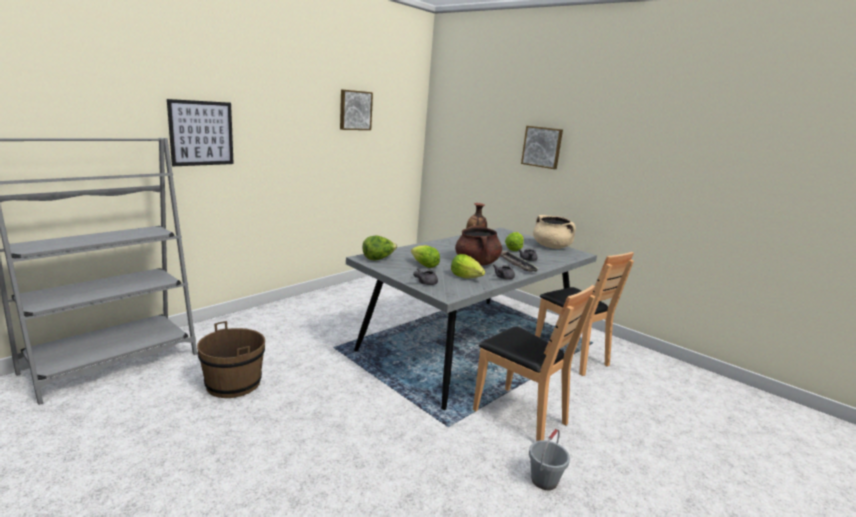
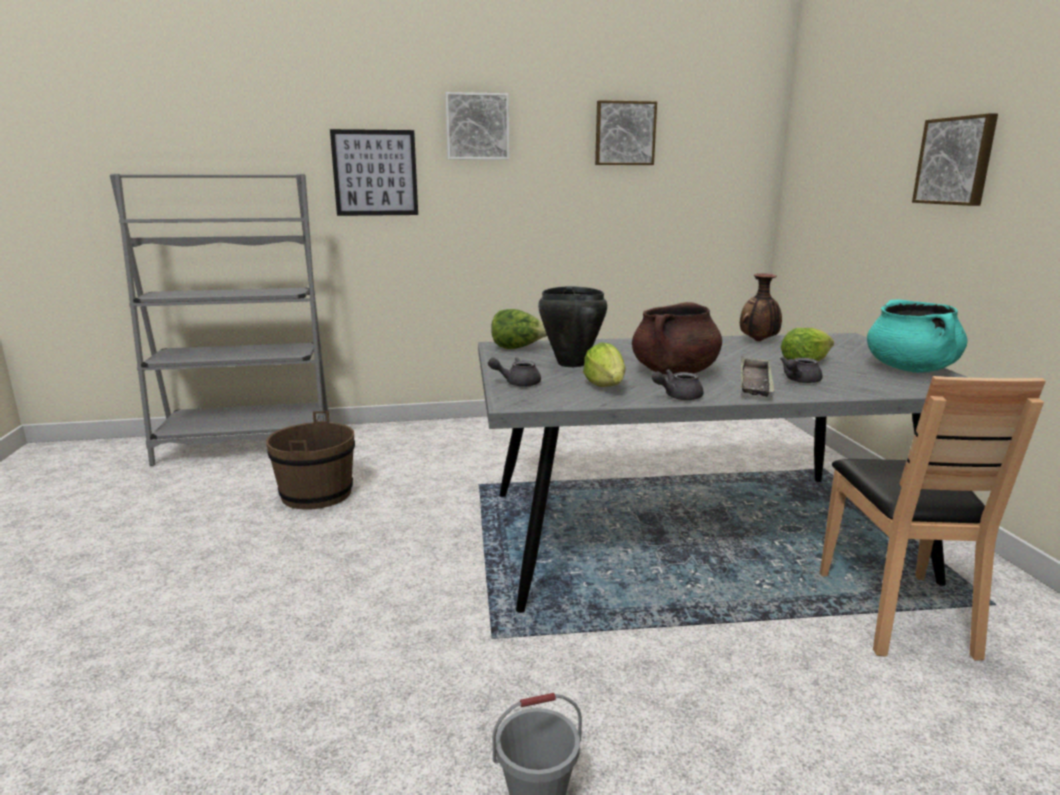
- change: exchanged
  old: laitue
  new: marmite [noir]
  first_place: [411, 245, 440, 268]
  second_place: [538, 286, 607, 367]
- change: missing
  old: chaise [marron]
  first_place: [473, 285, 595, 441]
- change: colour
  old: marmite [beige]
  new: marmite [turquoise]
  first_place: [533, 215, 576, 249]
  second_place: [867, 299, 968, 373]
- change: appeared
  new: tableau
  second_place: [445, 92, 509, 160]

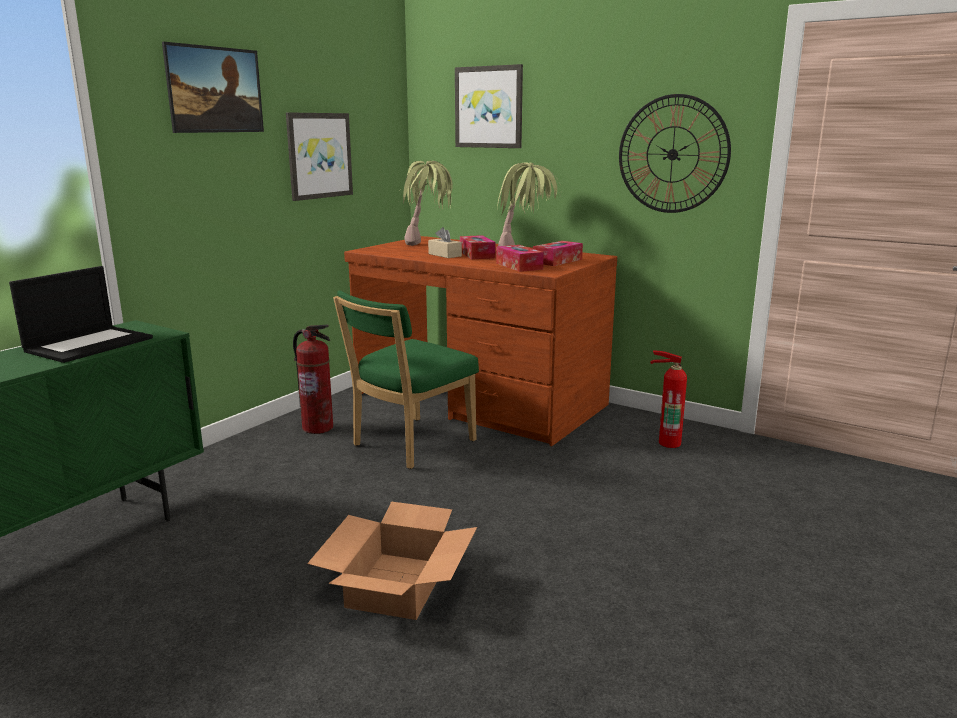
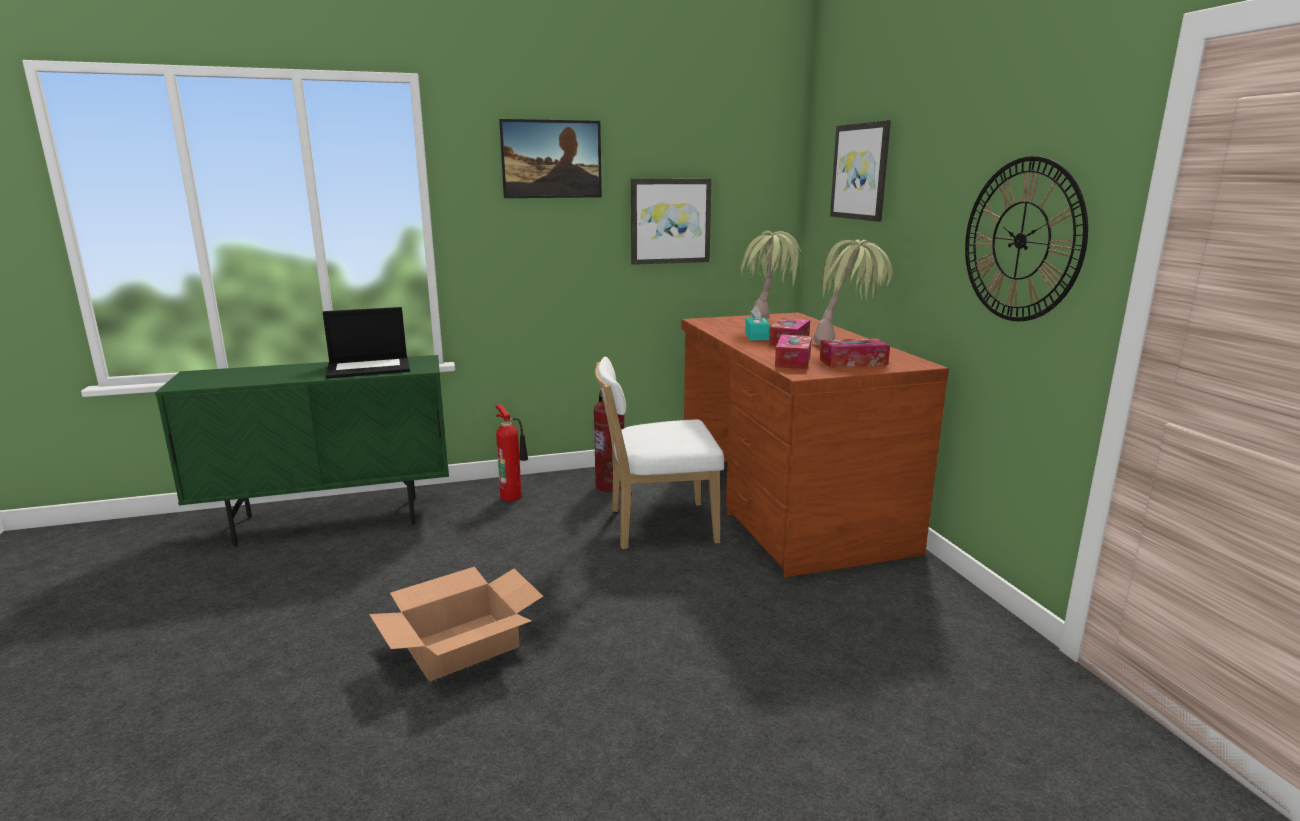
- change: colour
  old: chaise [vert]
  new: chaise [blanc]
  first_place: [333, 290, 479, 469]
  second_place: [595, 357, 724, 549]
- change: colour
  old: boîte à mouchoirs [beige]
  new: boîte à mouchoirs [turquoise]
  first_place: [428, 227, 462, 258]
  second_place: [745, 306, 770, 340]
- change: relocated
  old: extincteur
  first_place: [650, 350, 687, 448]
  second_place: [496, 404, 528, 501]

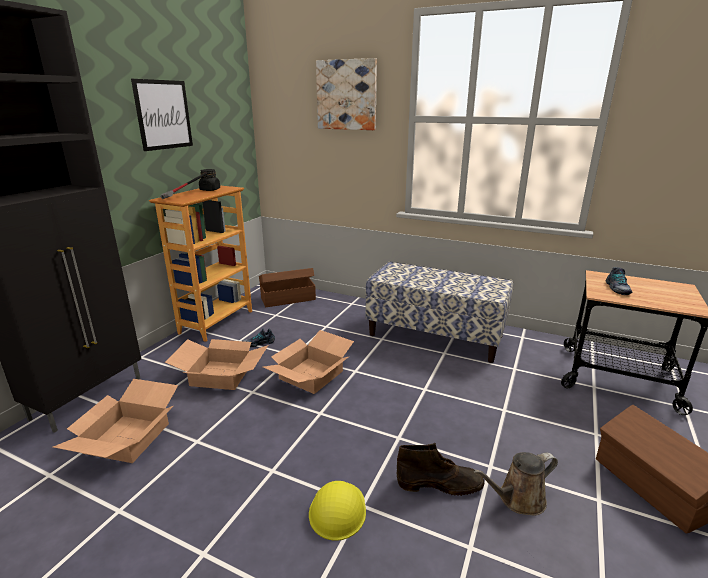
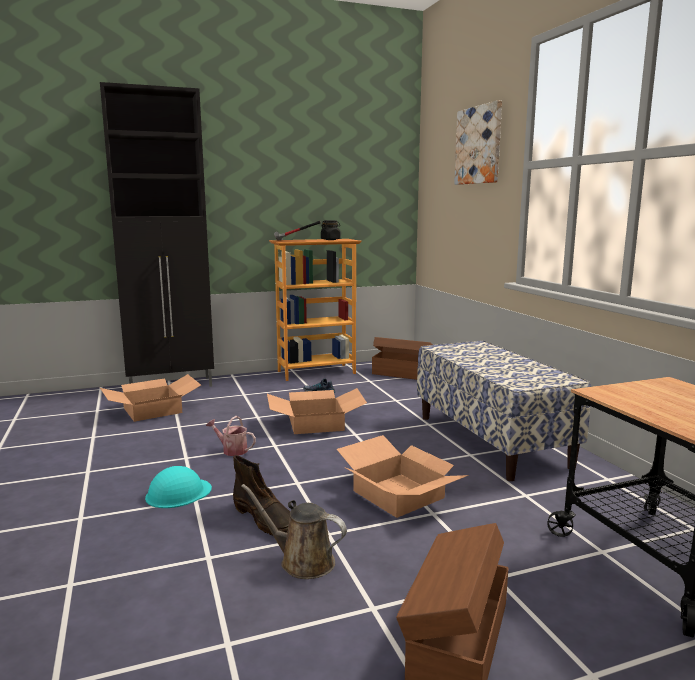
- change: missing
  old: tableau
  first_place: [131, 79, 193, 151]
- change: relocated
  old: carton
  first_place: [165, 339, 268, 390]
  second_place: [337, 435, 469, 518]
- change: colour
  old: casque de chantier [jaune]
  new: casque de chantier [turquoise]
  first_place: [309, 481, 366, 541]
  second_place: [145, 466, 212, 508]
- change: missing
  old: chaussure
  first_place: [606, 267, 632, 295]
- change: appeared
  new: arrosoir
  second_place: [206, 416, 256, 456]

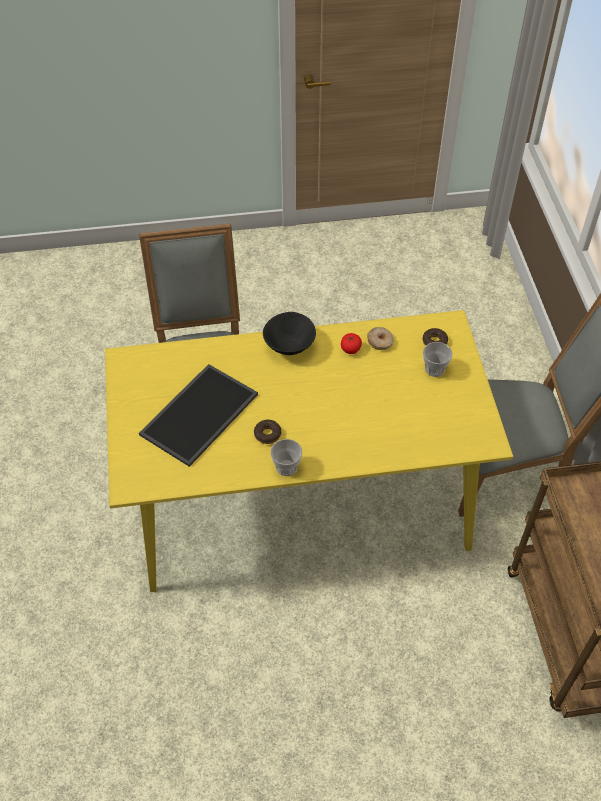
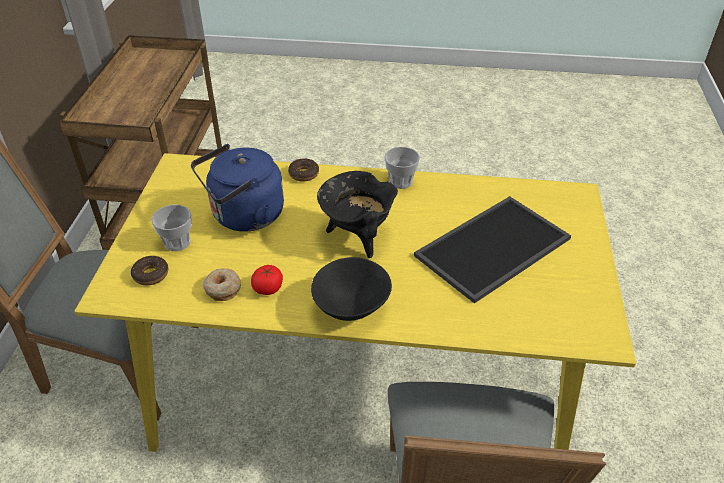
- change: relocated
  old: beignet
  first_place: [254, 420, 281, 444]
  second_place: [288, 158, 319, 182]
- change: appeared
  new: bouilloire [bleu]
  second_place: [191, 144, 284, 232]
- change: appeared
  new: marmite [noir]
  second_place: [317, 171, 398, 258]

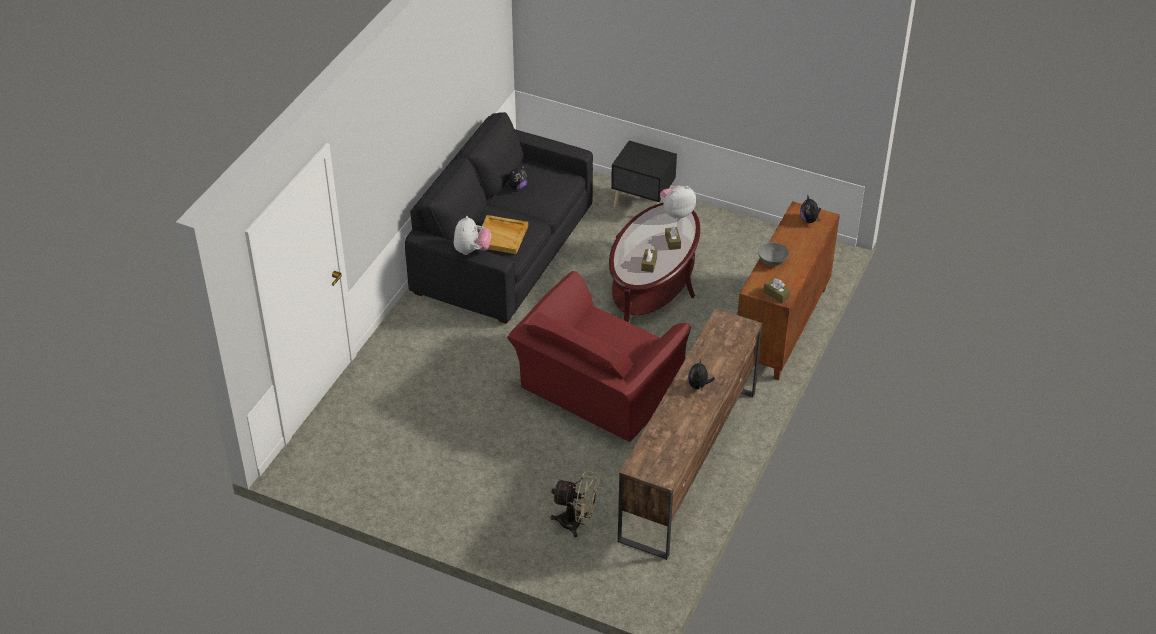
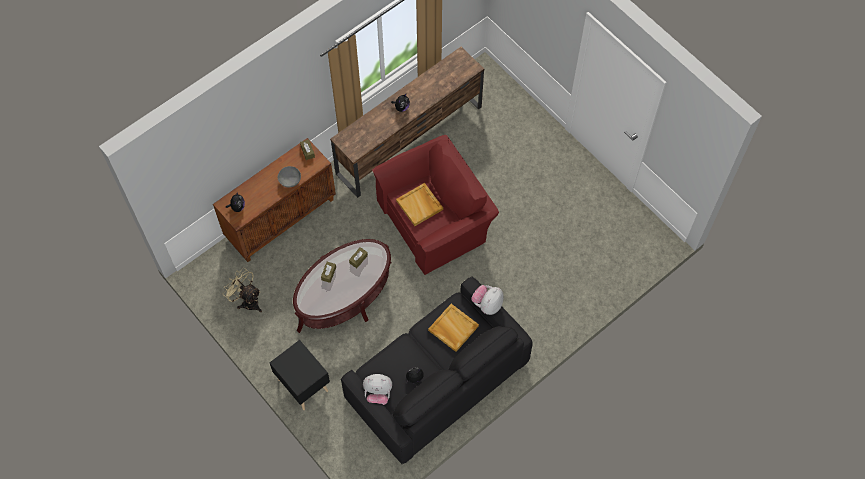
- change: relocated
  old: ventilateur [beige]
  first_place: [550, 471, 600, 538]
  second_place: [223, 268, 262, 312]
- change: relocated
  old: peluche
  first_place: [660, 185, 696, 219]
  second_place: [363, 374, 392, 405]
- change: appeared
  new: plateau [beige]
  second_place: [396, 183, 443, 226]

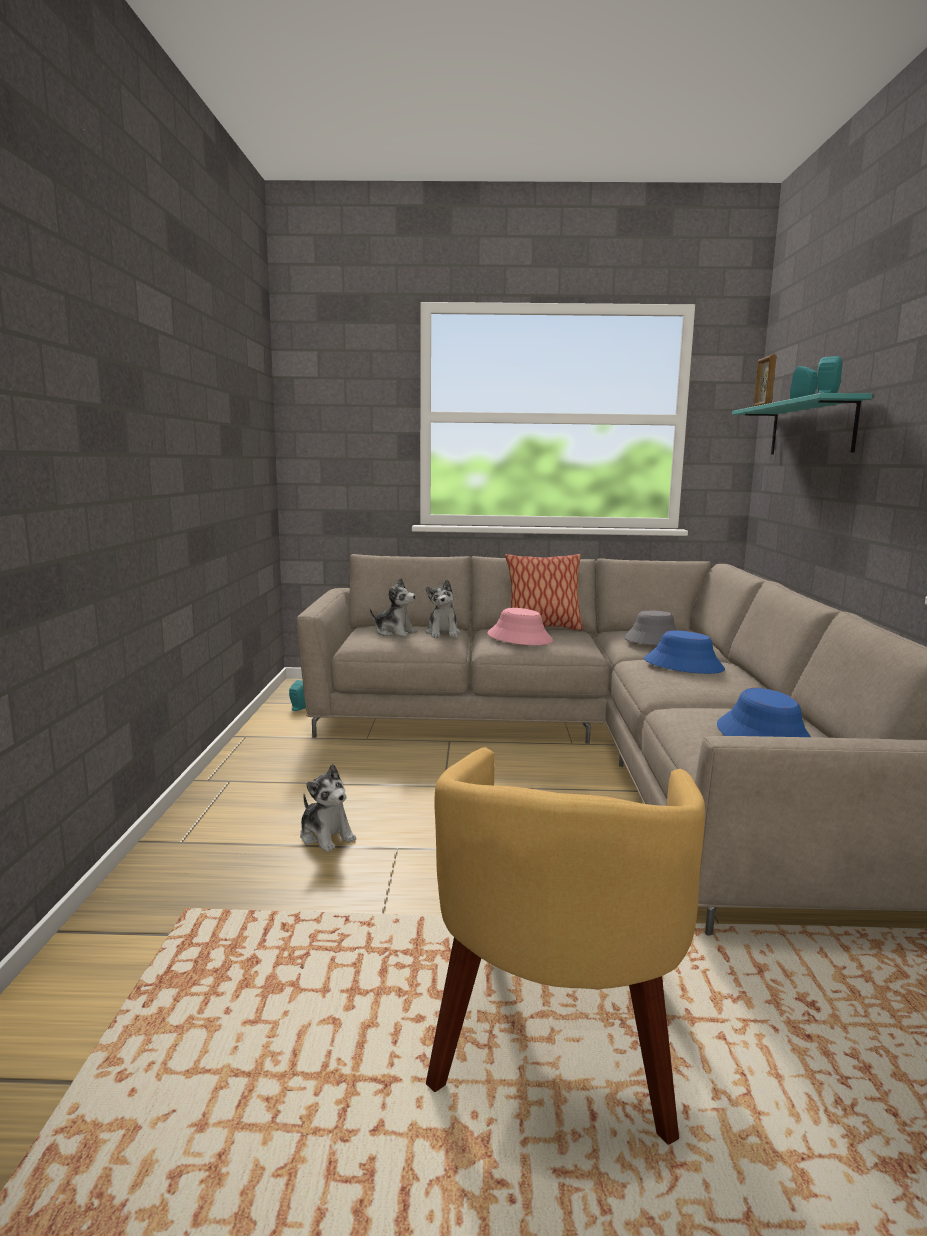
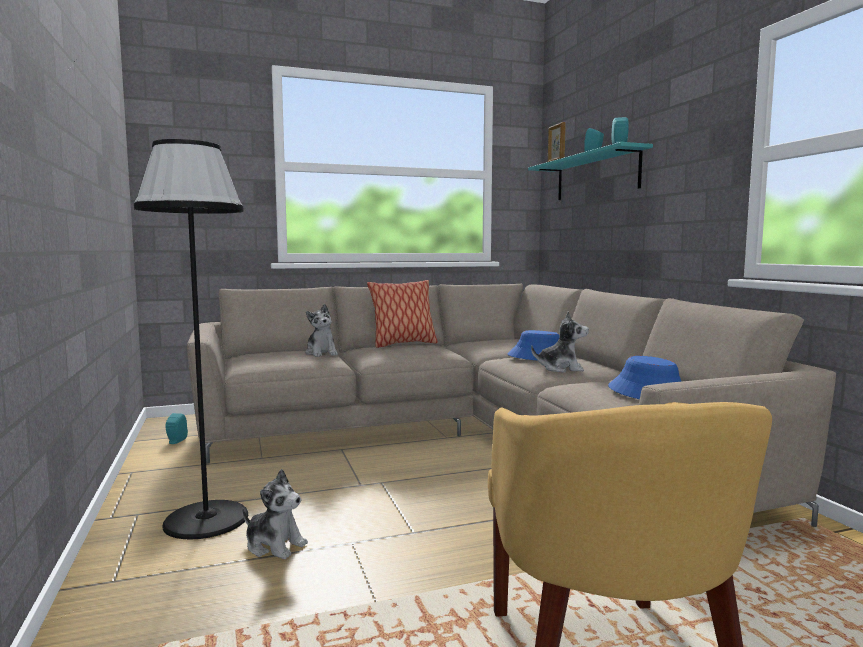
- change: relocated
  old: peluche
  first_place: [370, 578, 417, 637]
  second_place: [531, 311, 589, 373]
- change: missing
  old: chapeau [rose]
  first_place: [487, 608, 553, 645]
- change: missing
  old: chapeau [gris]
  first_place: [624, 611, 676, 645]
- change: appeared
  new: lampadaire [noir]
  second_place: [134, 139, 248, 540]

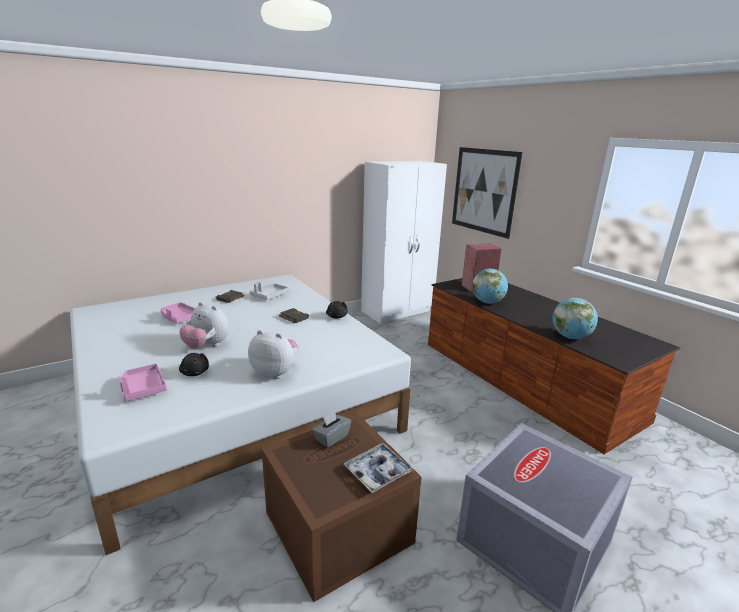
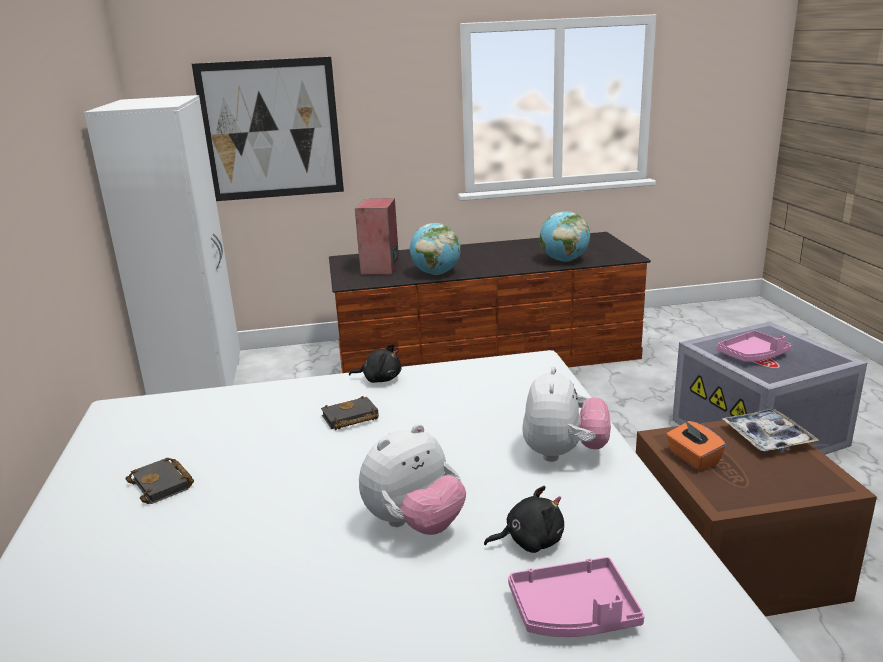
- change: relocated
  old: plateau [rose]
  first_place: [161, 302, 195, 323]
  second_place: [716, 331, 791, 362]
- change: spun
  old: peluche
  first_place: [248, 330, 298, 379]
  second_place: [523, 366, 611, 462]
  degrees: 150
- change: missing
  old: plateau [gris]
  first_place: [249, 282, 289, 300]
- change: colour
  old: boîte à mouchoirs [gris]
  new: boîte à mouchoirs [orange]
  first_place: [312, 411, 351, 448]
  second_place: [666, 420, 726, 471]

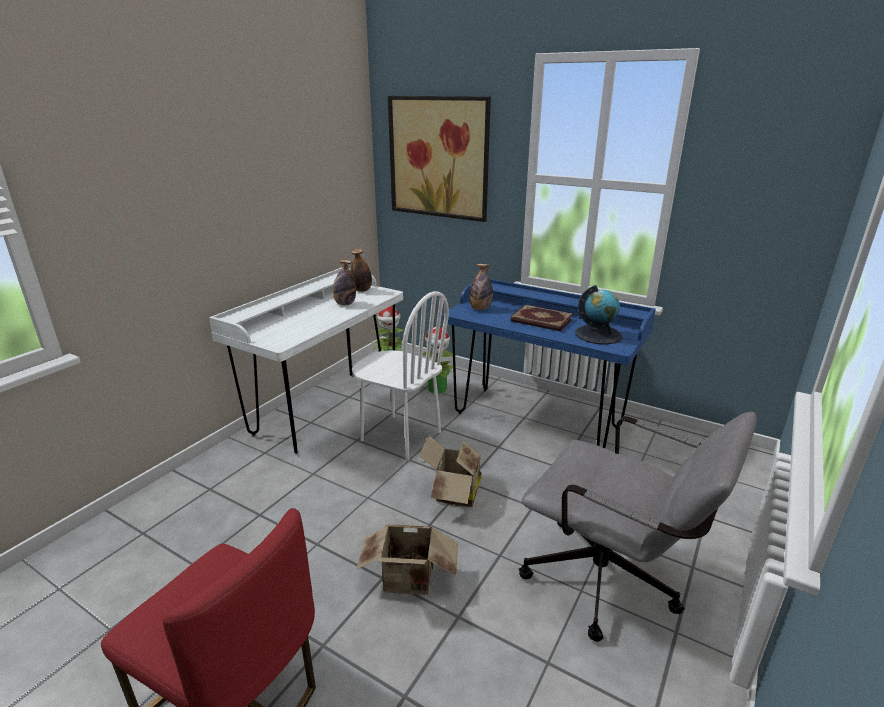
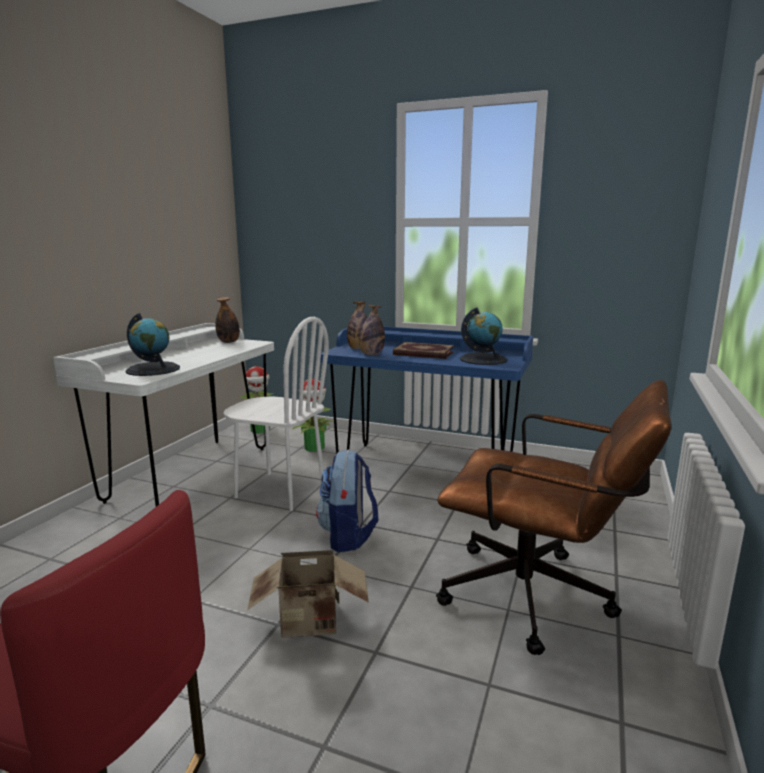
- change: relocated
  old: bouteille
  first_place: [333, 260, 356, 305]
  second_place: [359, 305, 385, 355]
- change: missing
  old: tableau
  first_place: [388, 96, 491, 222]
- change: exchanged
  old: carton
  new: sac à dos
  first_place: [419, 435, 482, 507]
  second_place: [316, 449, 379, 552]
- change: colour
  old: chaise de bureau [gris]
  new: chaise de bureau [marron]
  first_place: [519, 412, 757, 642]
  second_place: [436, 380, 671, 655]
- change: appeared
  new: globe
  second_place: [125, 313, 180, 376]

